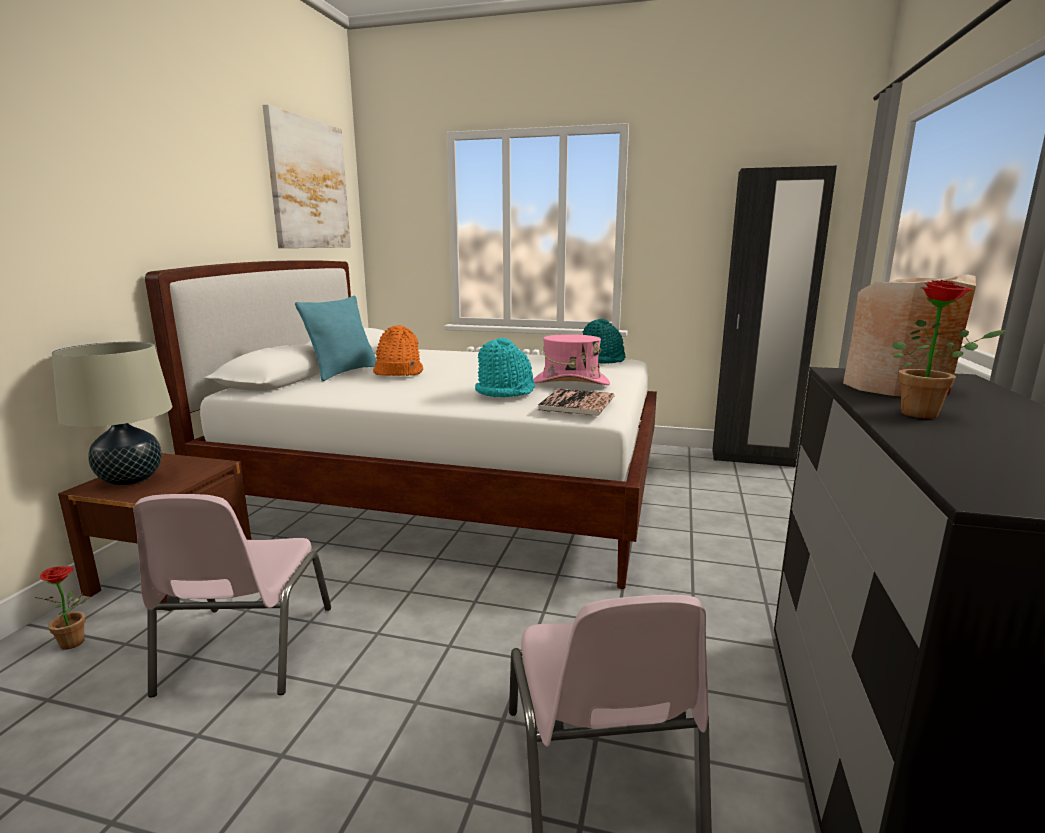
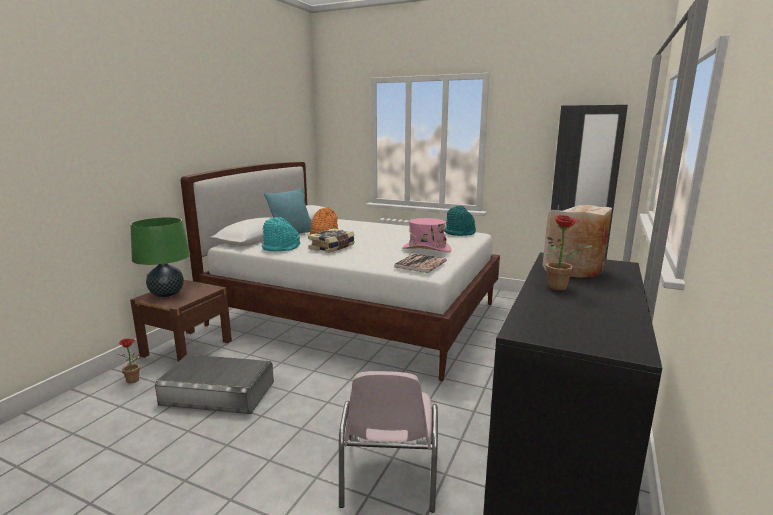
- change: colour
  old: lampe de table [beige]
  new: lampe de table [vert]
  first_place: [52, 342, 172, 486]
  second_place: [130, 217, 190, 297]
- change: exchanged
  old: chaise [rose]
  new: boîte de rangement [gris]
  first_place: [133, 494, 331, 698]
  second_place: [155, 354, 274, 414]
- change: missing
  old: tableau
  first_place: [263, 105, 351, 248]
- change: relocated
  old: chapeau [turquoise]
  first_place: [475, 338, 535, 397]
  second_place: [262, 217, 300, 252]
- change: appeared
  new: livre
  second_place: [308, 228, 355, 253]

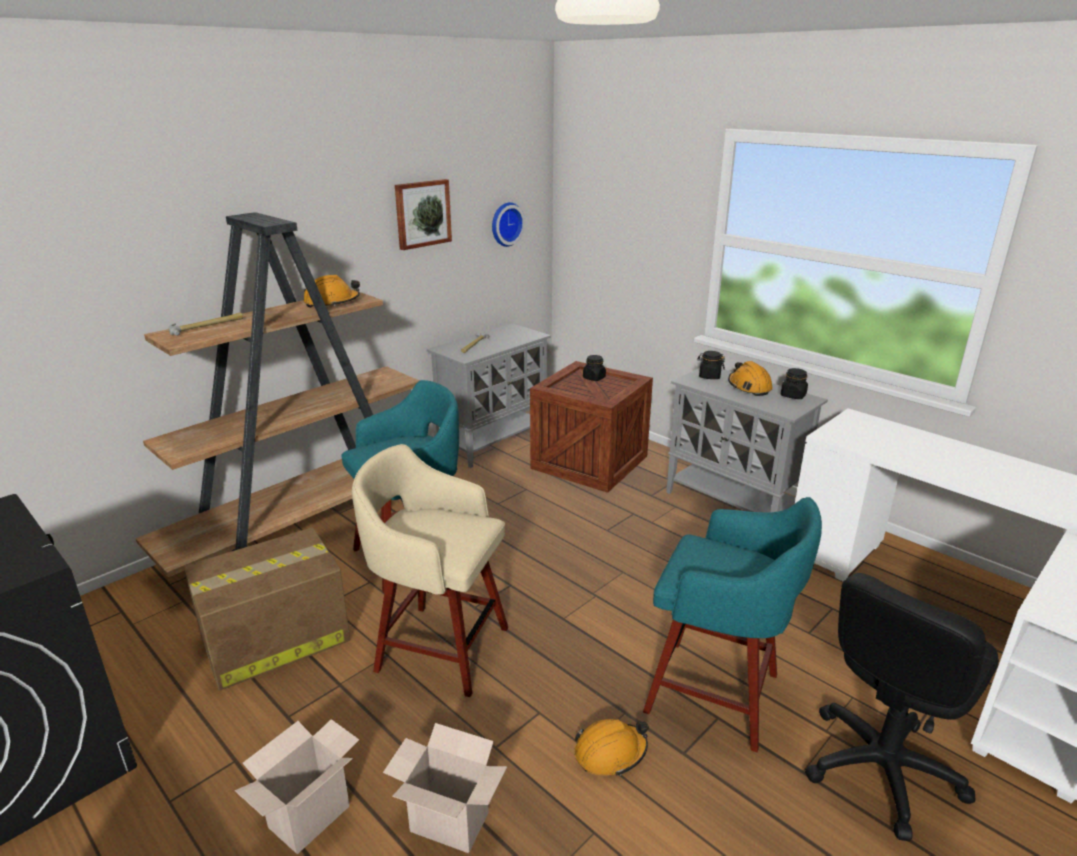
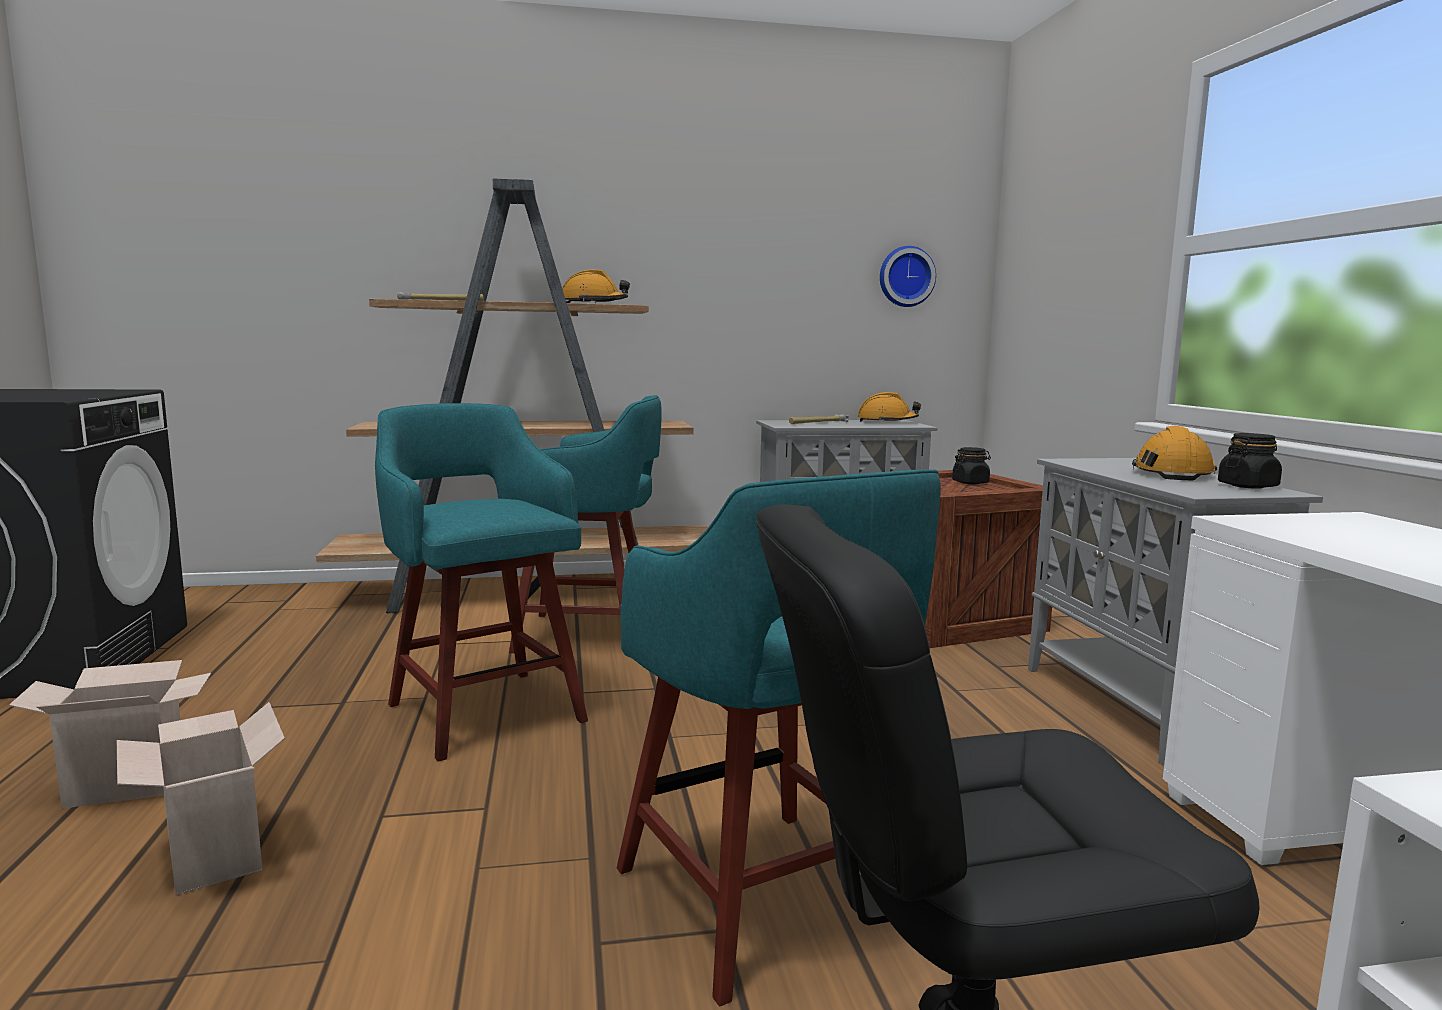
- change: missing
  old: carton
  first_place: [184, 527, 350, 691]
- change: colour
  old: tabouret [beige]
  new: tabouret [turquoise]
  first_place: [352, 444, 508, 697]
  second_place: [375, 403, 588, 762]
- change: missing
  old: tableau
  first_place: [395, 179, 452, 250]
- change: relocated
  old: casque de chantier [orange]
  first_place: [575, 719, 649, 776]
  second_place: [858, 392, 921, 422]
- change: missing
  old: bocal [noir]
  first_place: [697, 351, 725, 379]

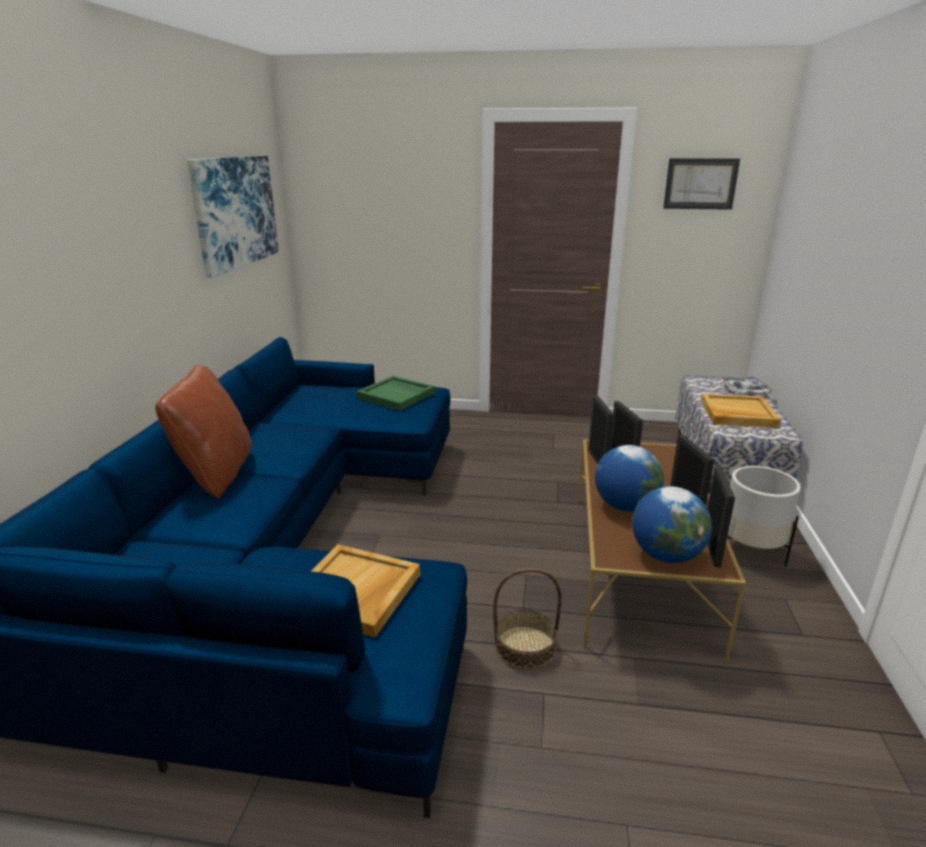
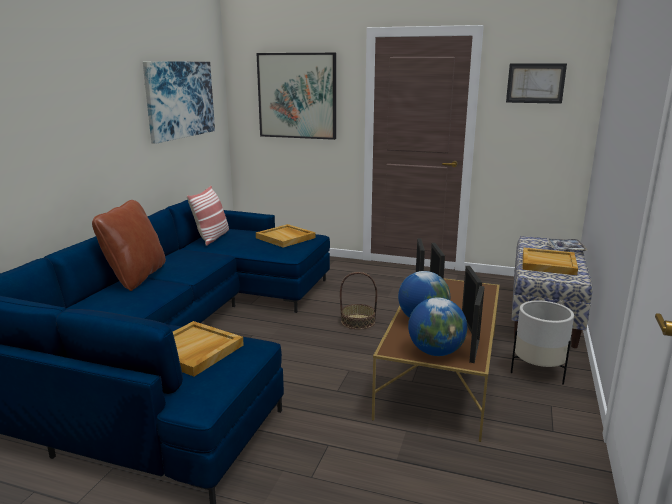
- change: colour
  old: plateau [vert]
  new: plateau [beige]
  first_place: [356, 376, 435, 411]
  second_place: [256, 224, 315, 248]
- change: relocated
  old: panier
  first_place: [493, 568, 562, 670]
  second_place: [340, 272, 377, 329]
- change: appeared
  new: coussin
  second_place: [187, 186, 229, 246]
- change: appeared
  new: tableau
  second_place: [257, 53, 336, 140]

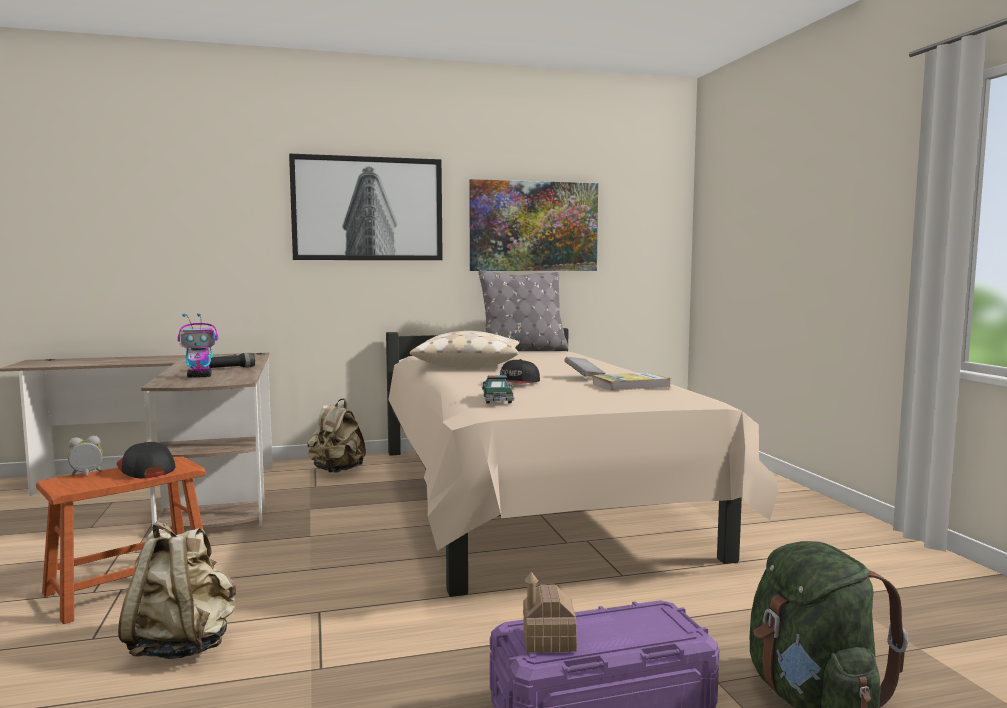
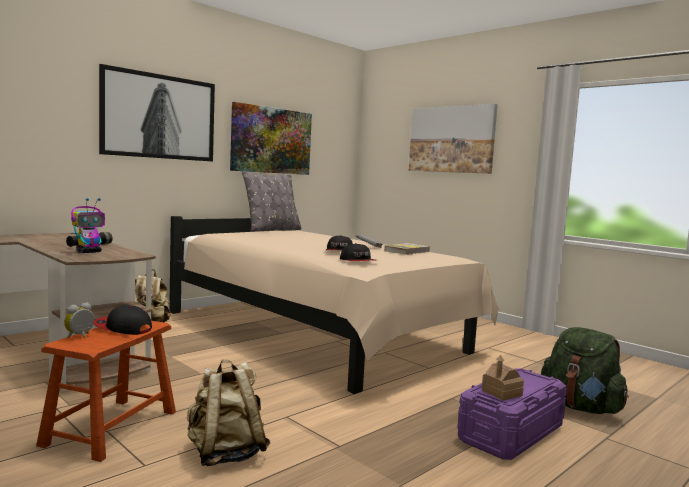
- change: missing
  old: coussin [beige]
  first_place: [410, 331, 519, 367]
- change: exchanged
  old: petite voiture
  new: casquette
  first_place: [482, 375, 515, 404]
  second_place: [340, 243, 375, 261]
- change: appeared
  new: tableau
  second_place: [409, 104, 498, 174]

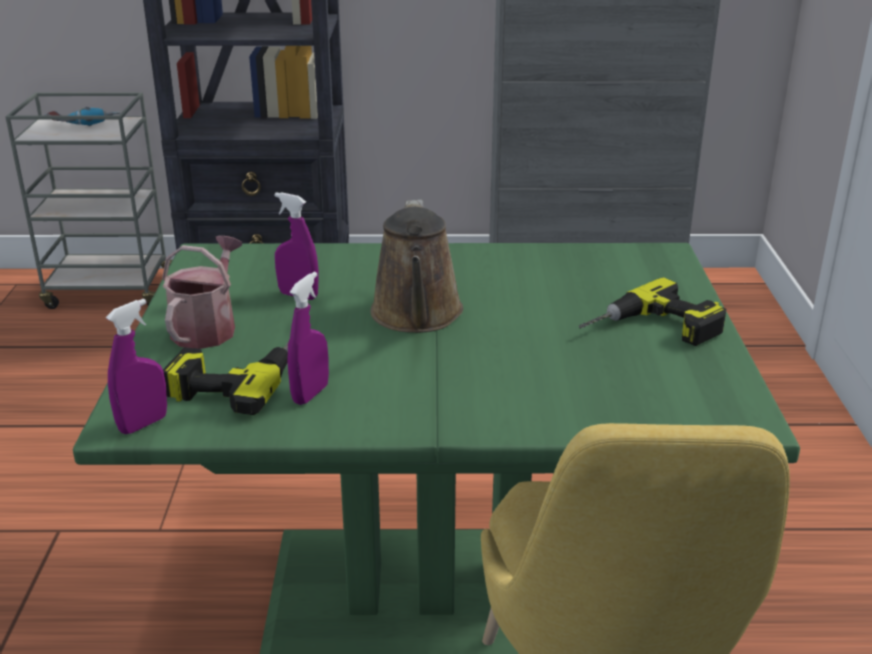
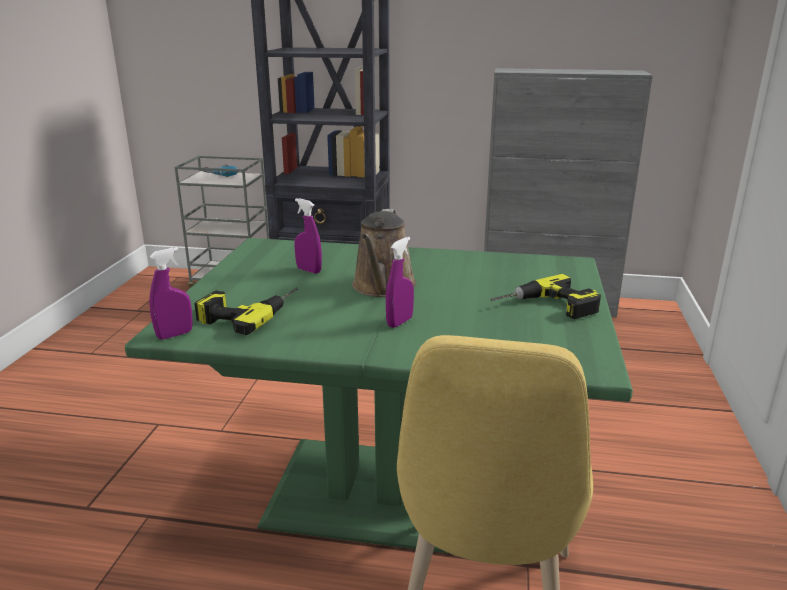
- change: missing
  old: arrosoir
  first_place: [162, 236, 242, 349]
- change: relocated
  old: vaporisateur [violet]
  first_place: [287, 272, 329, 405]
  second_place: [386, 237, 414, 328]

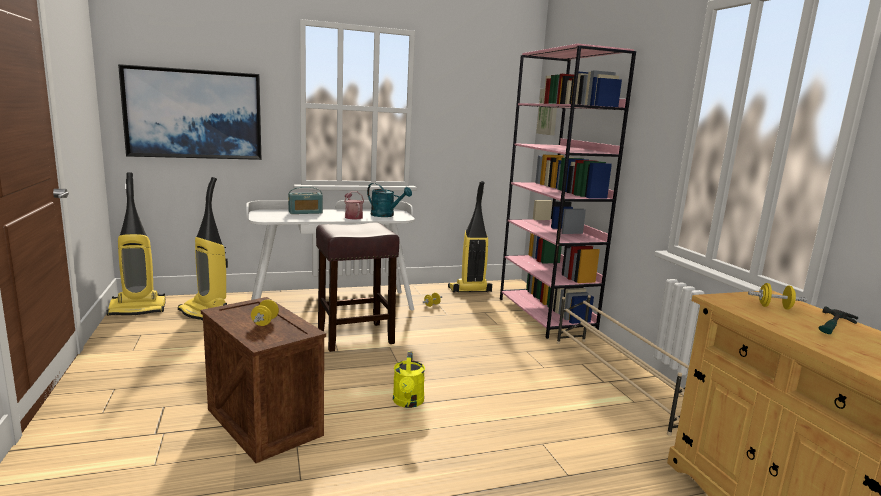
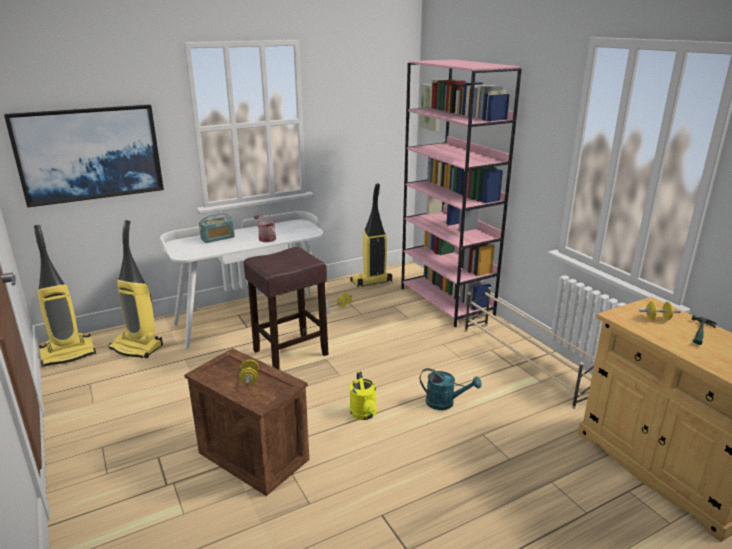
- change: relocated
  old: arrosoir [turquoise]
  first_place: [367, 183, 412, 217]
  second_place: [420, 368, 481, 410]

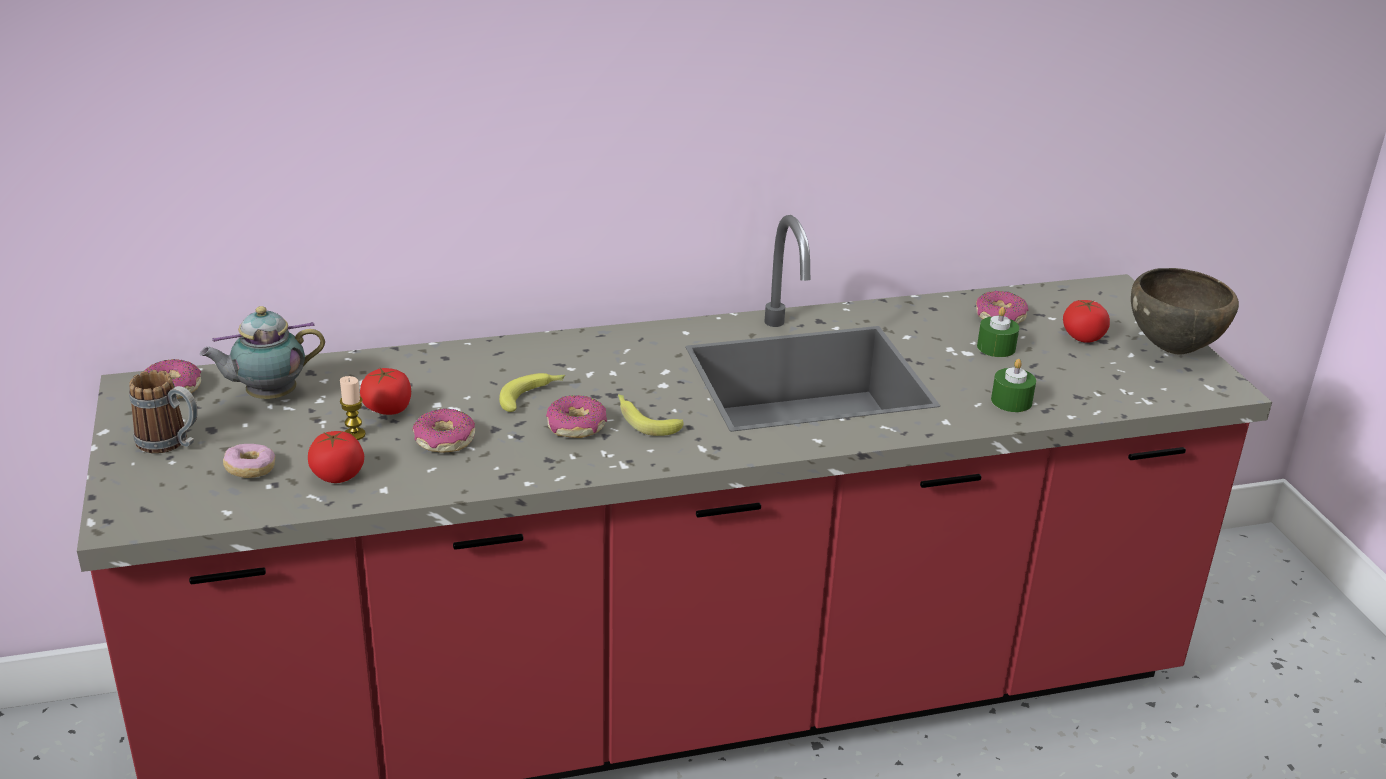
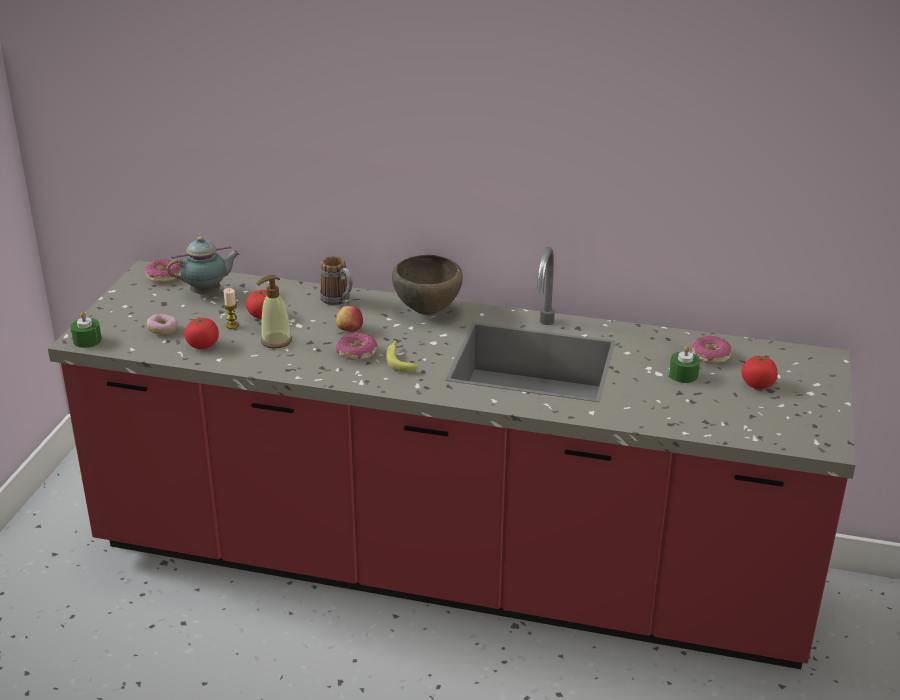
- change: relocated
  old: mug
  first_place: [129, 370, 197, 454]
  second_place: [320, 256, 352, 305]
- change: spun
  old: théière
  first_place: [200, 306, 325, 399]
  second_place: [167, 236, 240, 294]
  degrees: 150
- change: exchanged
  old: beignet
  new: distributeur de savon
  first_place: [412, 409, 475, 453]
  second_place: [256, 275, 292, 348]
- change: exchanged
  old: banane
  new: pomme
  first_place: [499, 373, 565, 412]
  second_place: [336, 306, 363, 332]
- change: relocated
  old: bougie [vert]
  first_place: [991, 359, 1036, 412]
  second_place: [70, 311, 102, 348]
- change: relocated
  old: bol [marron]
  first_place: [1131, 268, 1239, 355]
  second_place: [392, 255, 463, 315]

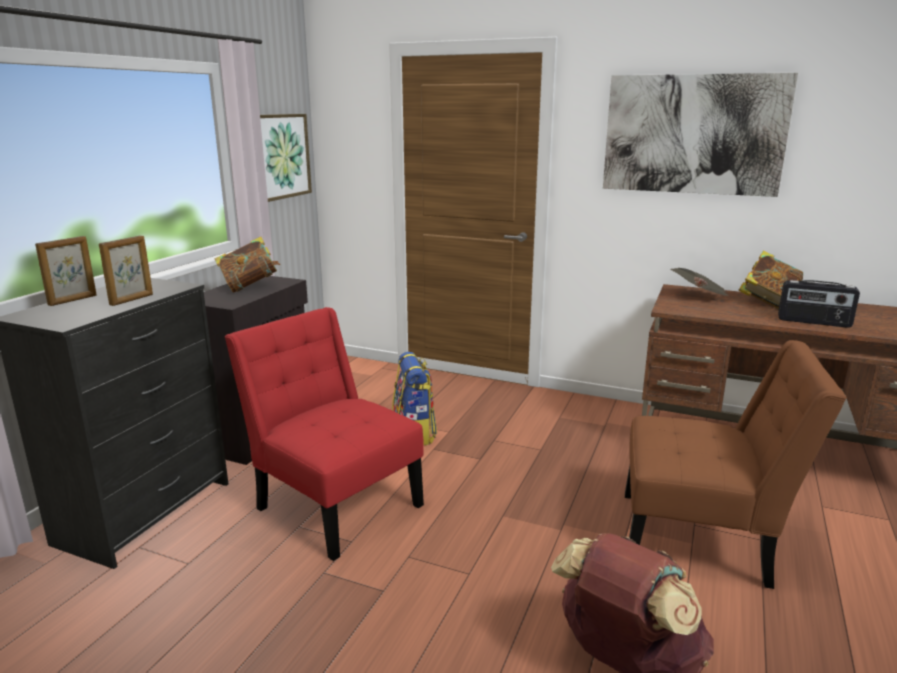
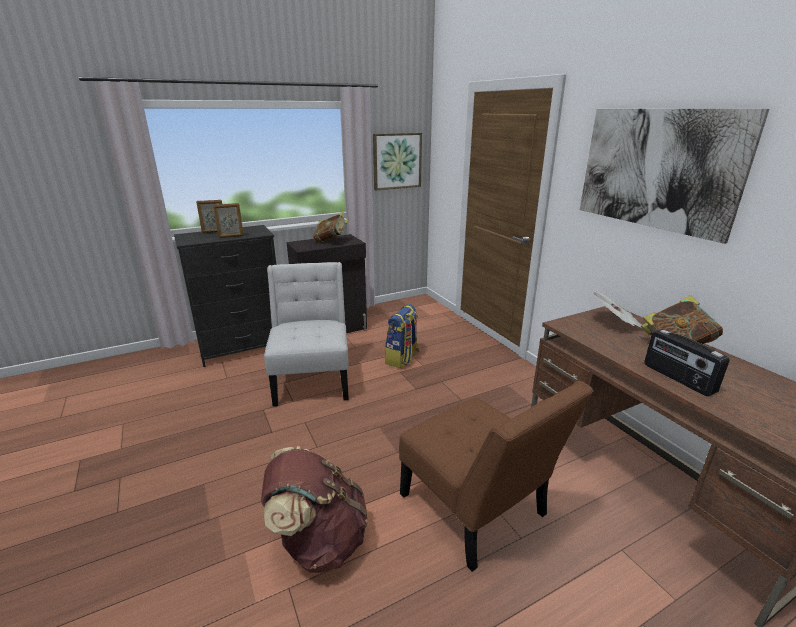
- change: colour
  old: chaise [rouge]
  new: chaise [blanc]
  first_place: [225, 307, 424, 561]
  second_place: [264, 262, 349, 406]

